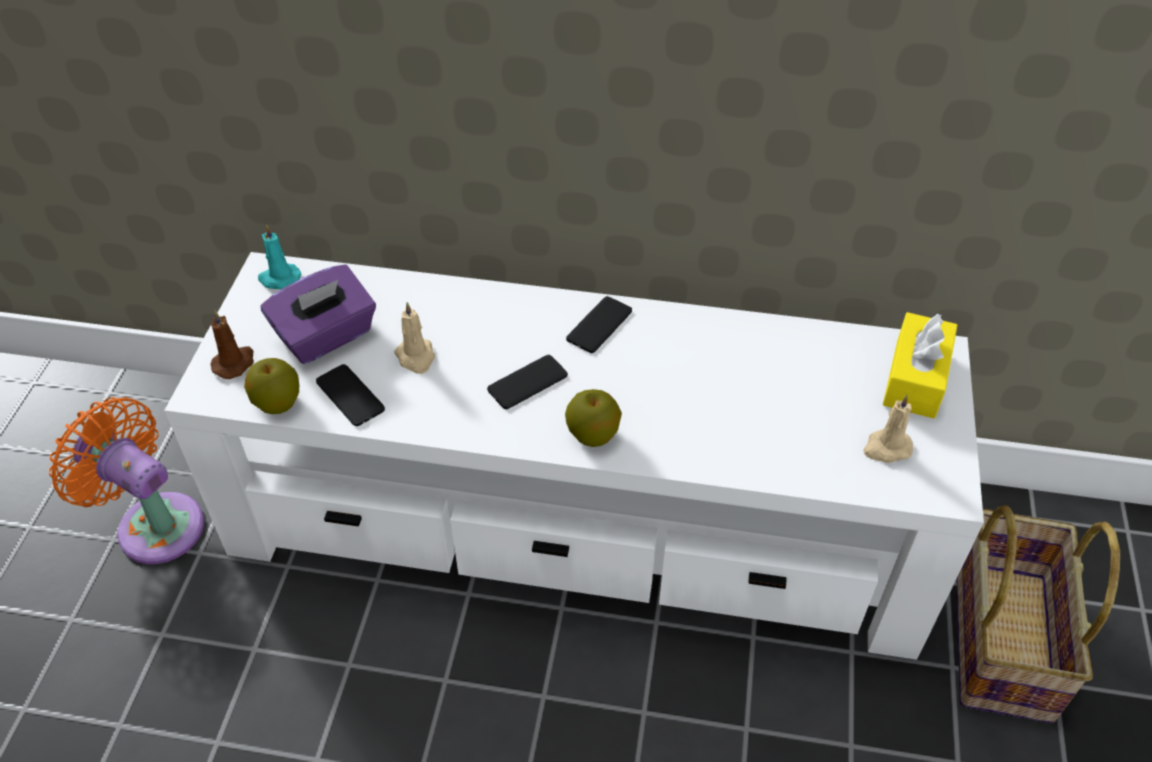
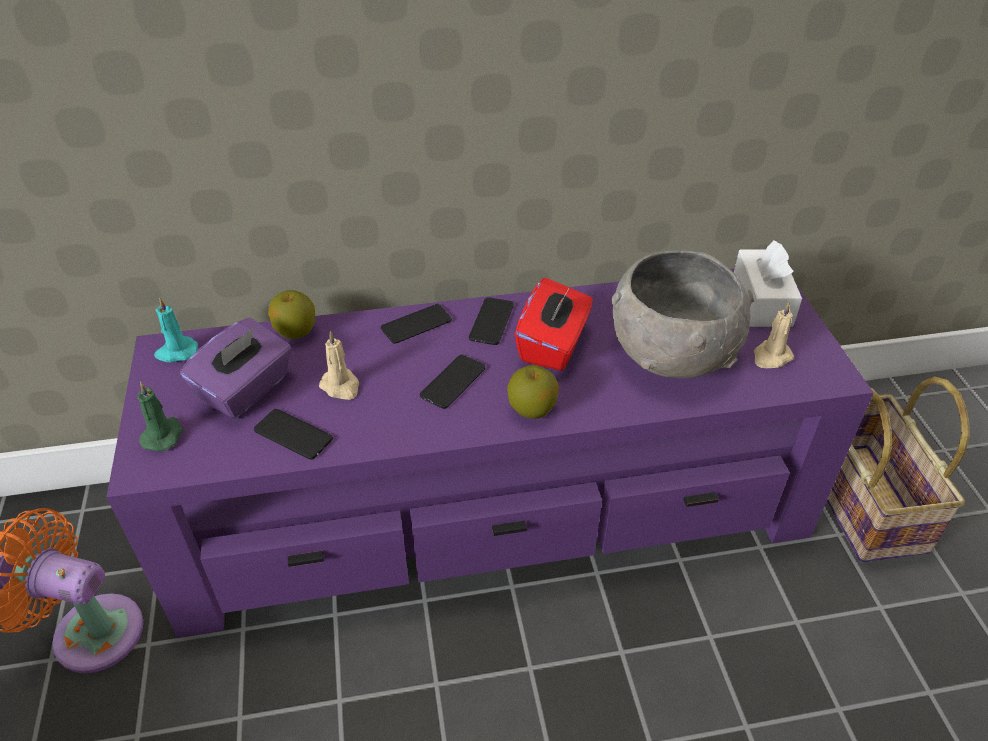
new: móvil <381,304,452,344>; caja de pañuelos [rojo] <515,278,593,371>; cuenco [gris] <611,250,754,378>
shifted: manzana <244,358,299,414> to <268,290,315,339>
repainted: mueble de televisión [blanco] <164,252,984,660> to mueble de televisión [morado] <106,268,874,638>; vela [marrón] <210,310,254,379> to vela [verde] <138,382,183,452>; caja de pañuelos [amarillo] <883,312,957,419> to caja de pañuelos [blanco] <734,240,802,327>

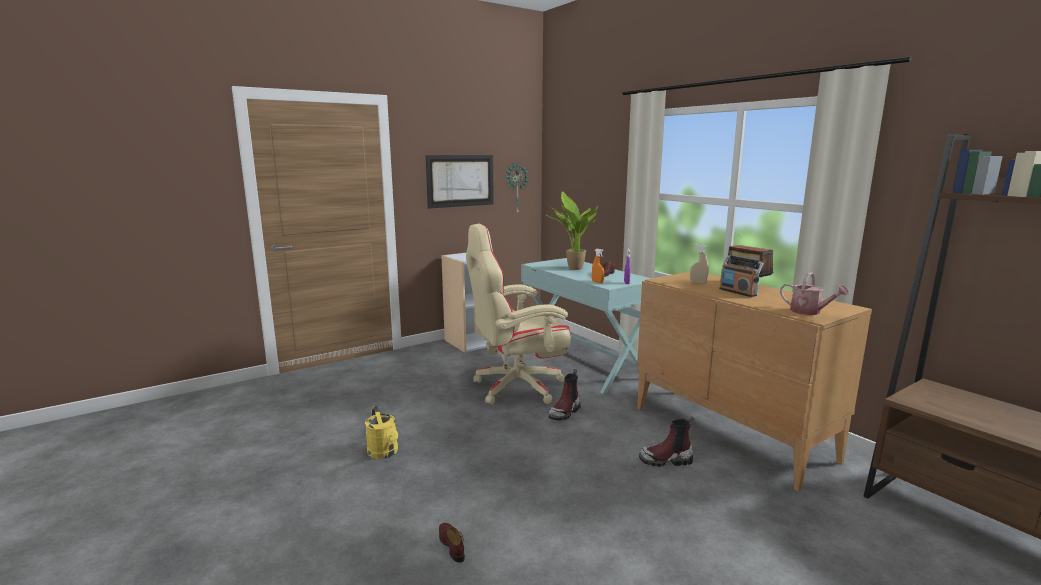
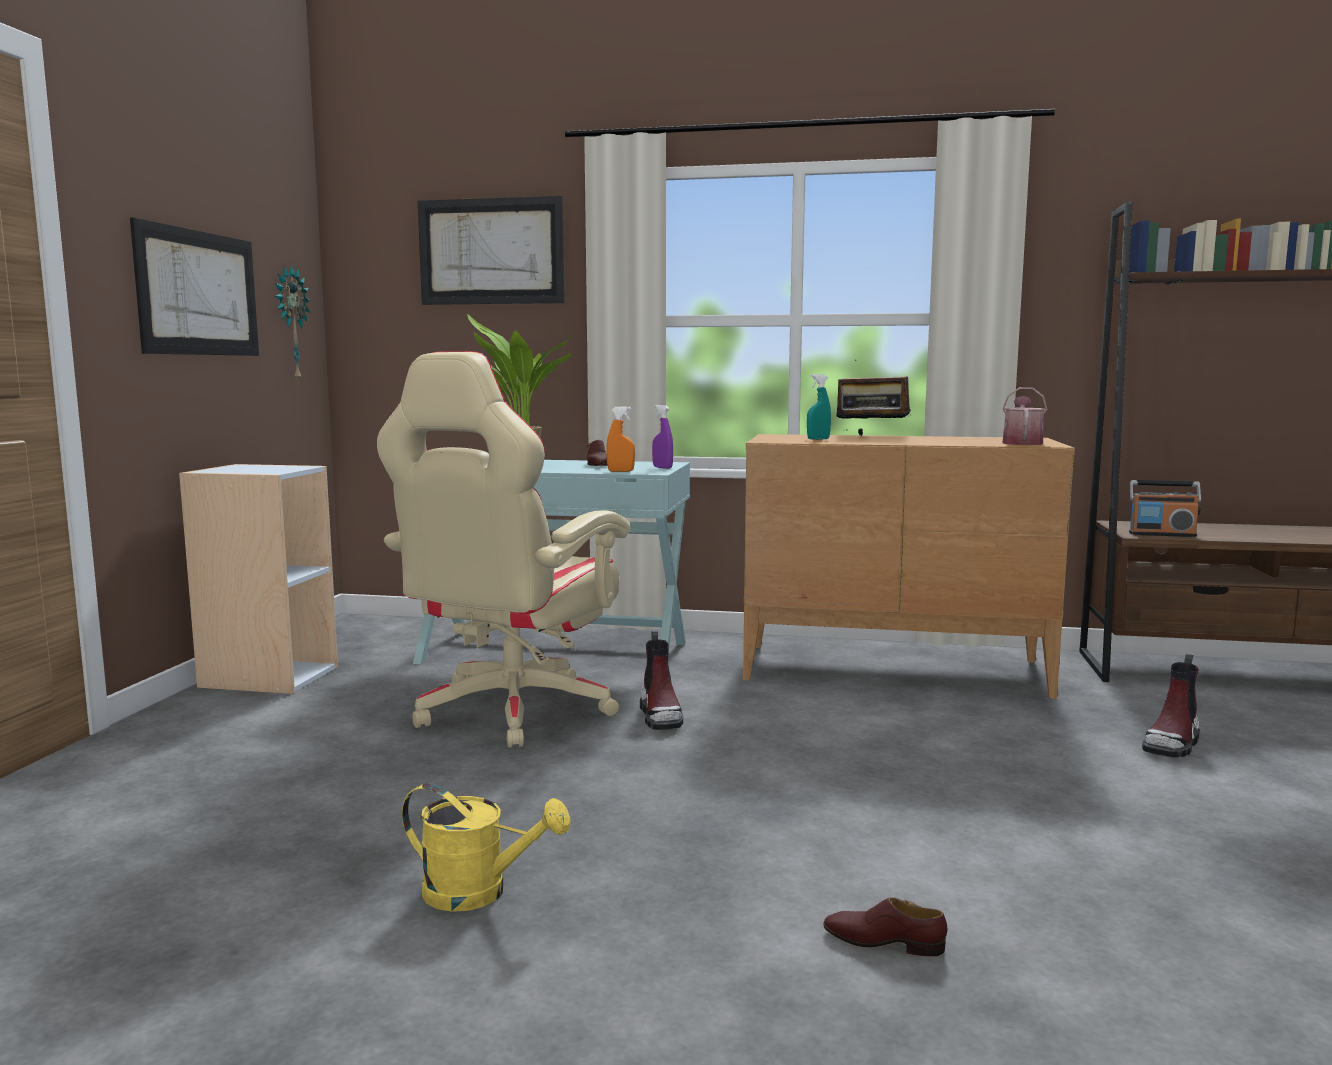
new: cuadro <418,196,565,305>
shifted: radio <719,255,764,297> to <1129,480,1201,537>; bota <639,416,694,467> to <1142,654,1200,757>
repainted: pulverizador [beis] <690,244,709,284> to pulverizador [turquesa] <807,374,831,440>
rotated: regadera <780,273,849,315> = <1002,387,1048,445> 75 degrees counterclockwise

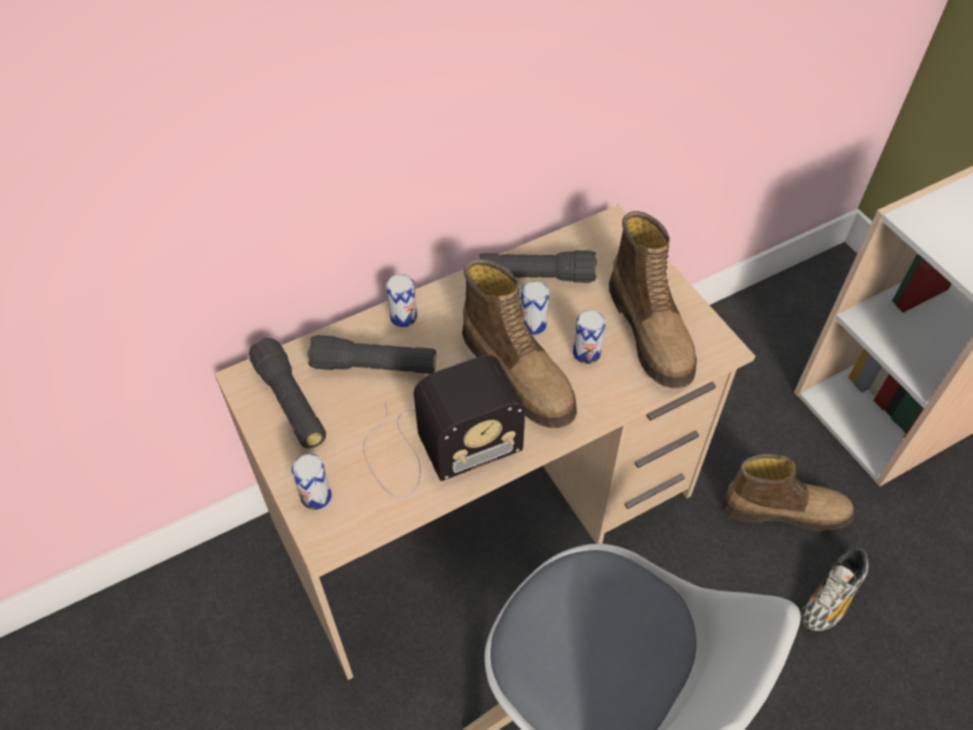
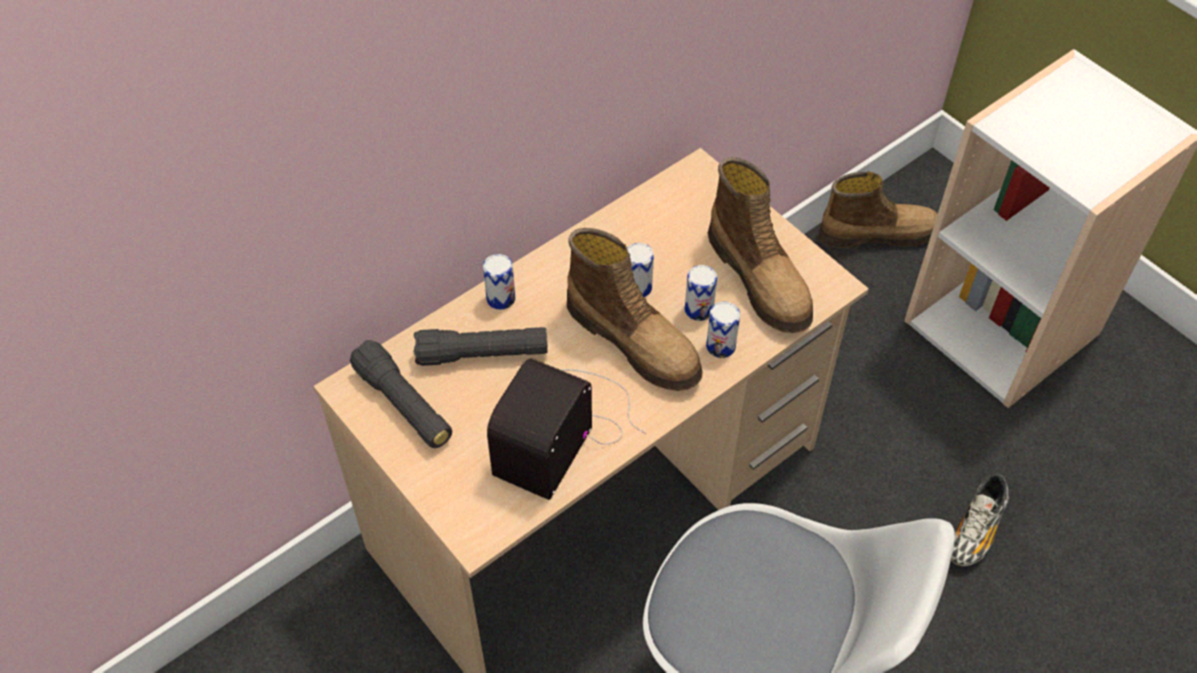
gone: linterna [negro] <479,250,597,283>
shifted: lata <292,454,332,510> to <706,302,740,358>; bota <721,454,854,531> to <818,171,938,248>
rotated: radio <363,355,525,499> = <487,358,646,500> 150 degrees clockwise

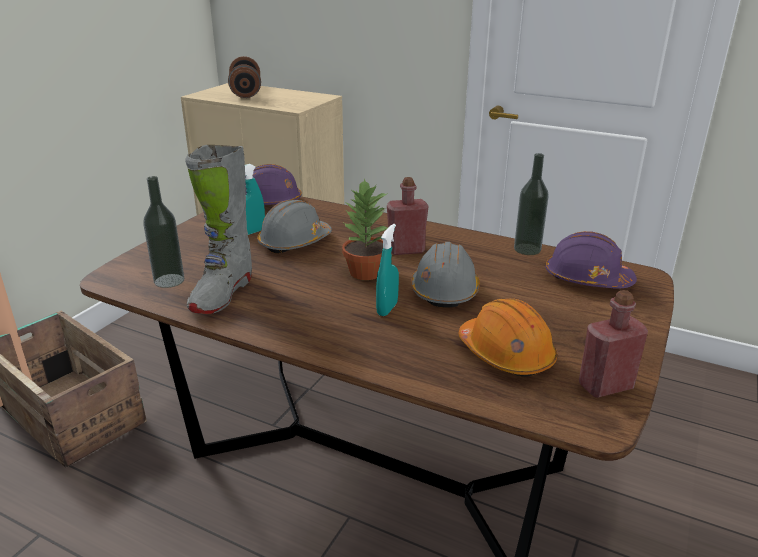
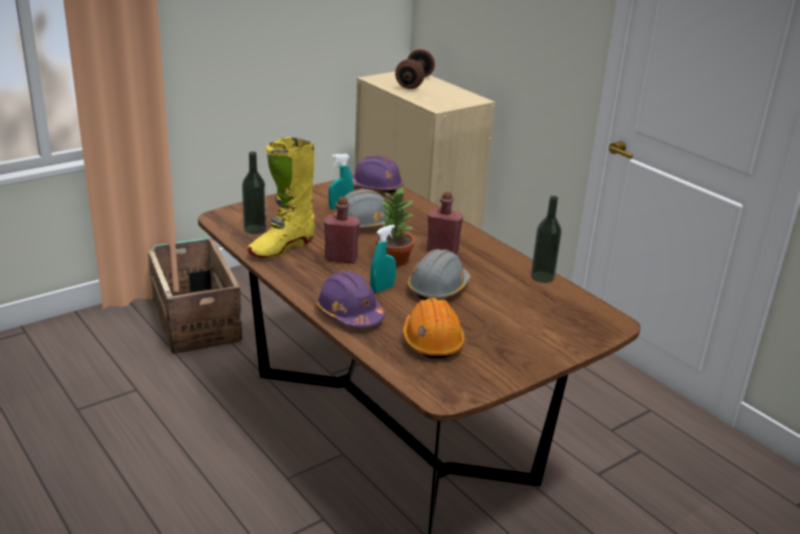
shifted: casco [morado] <546,231,637,289> to <316,270,385,327>; botella [rojo] <579,290,648,398> to <324,197,360,263>
repainted: bota [gris] <185,145,252,314> to bota [amarillo] <247,137,315,259>

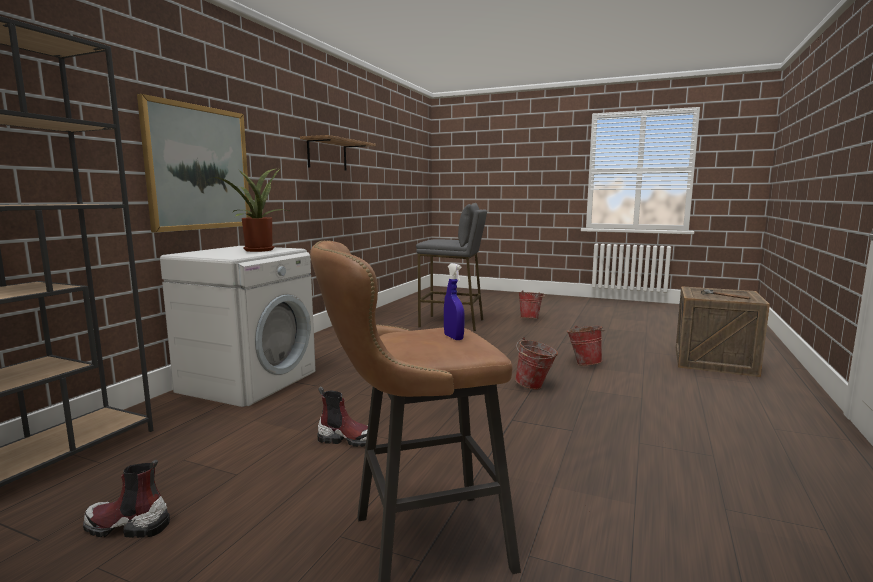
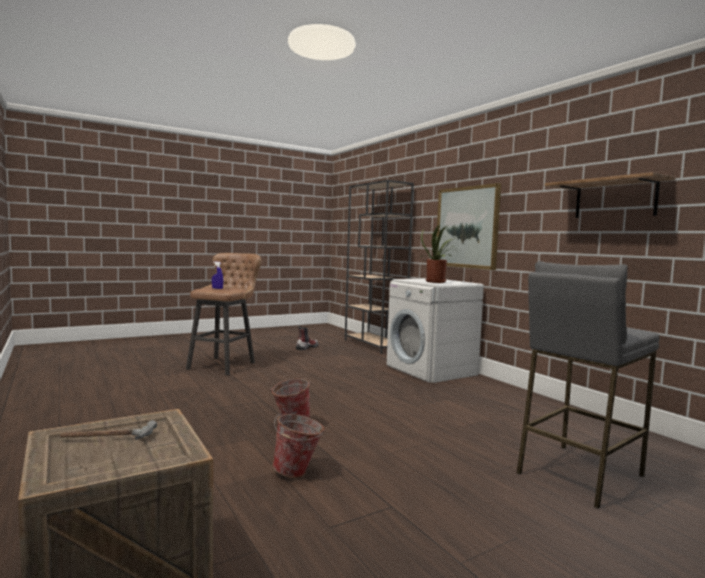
gone: bota <317,387,368,447>; cubo <518,290,544,319>

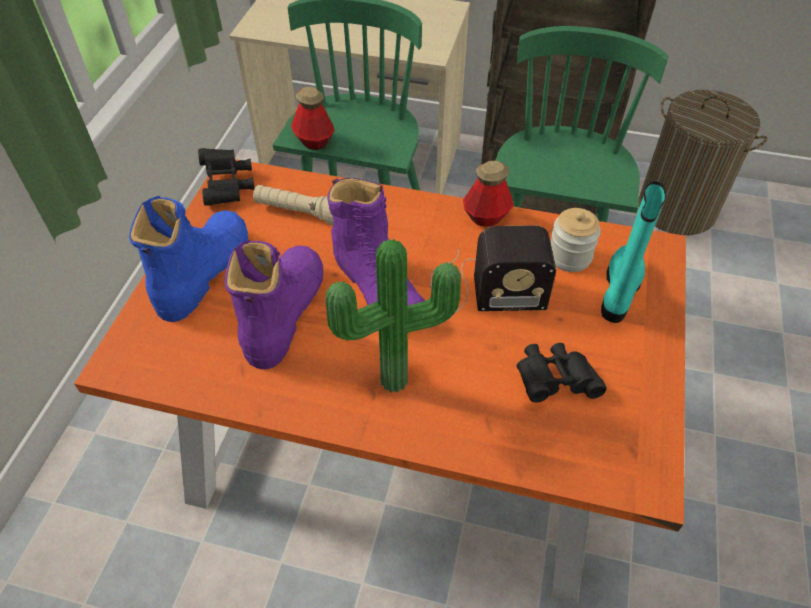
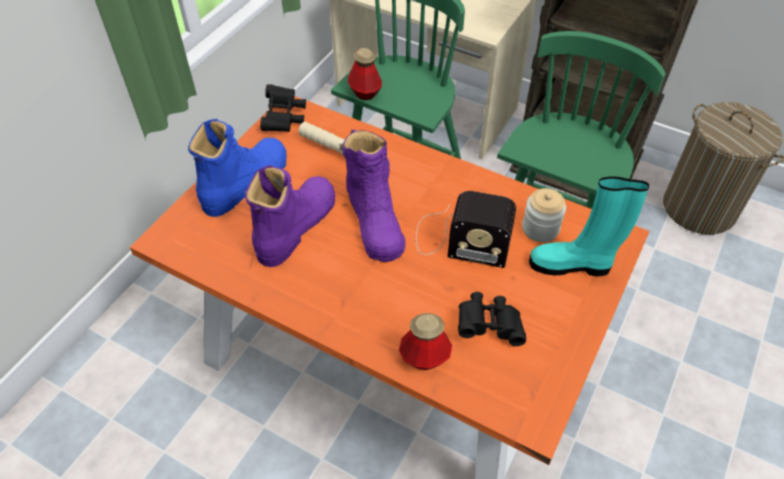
gone: planta en maceta <326,239,461,393>
shifted: botella <463,161,514,226> to <399,313,452,370>
rotated: bota [turquesa] <601,181,666,323> = <529,176,649,276> 120 degrees counterclockwise

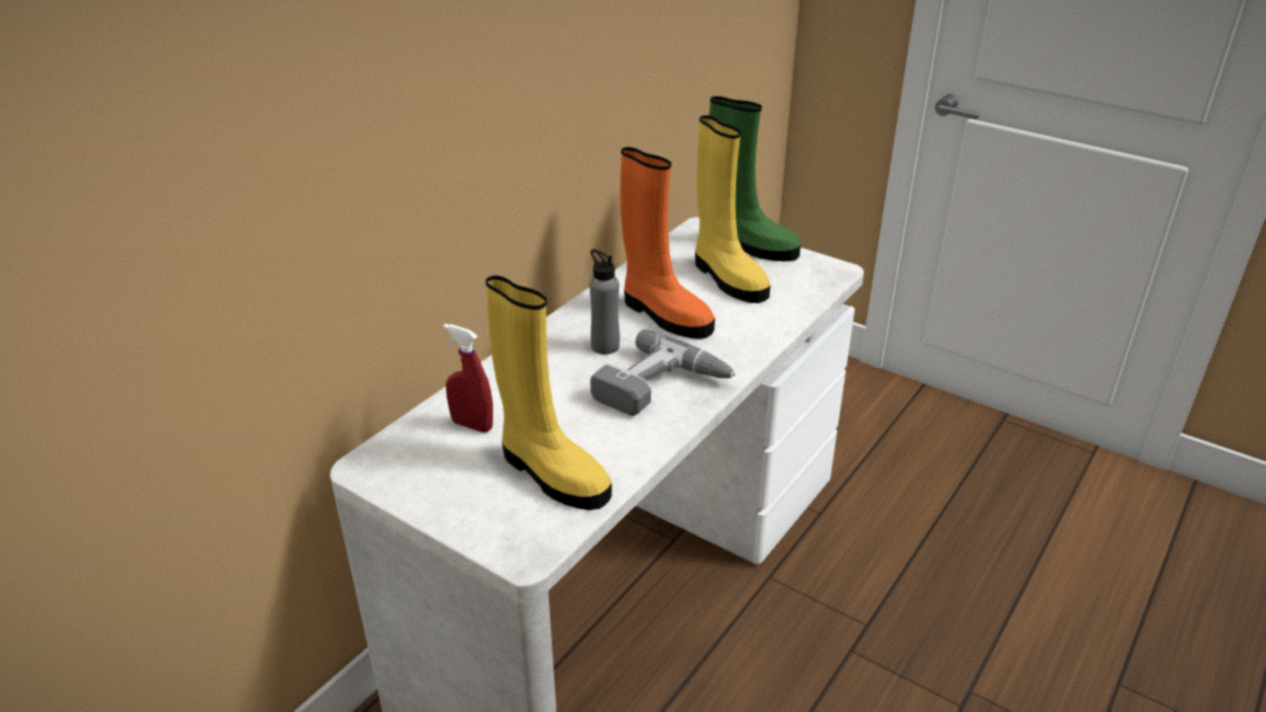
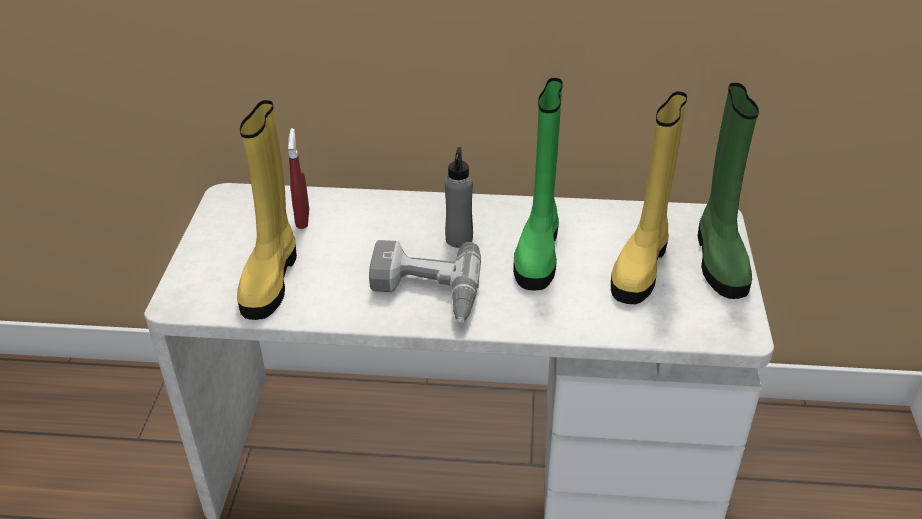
repainted: bota [naranja] <620,147,715,339> to bota [verde] <513,78,563,291>

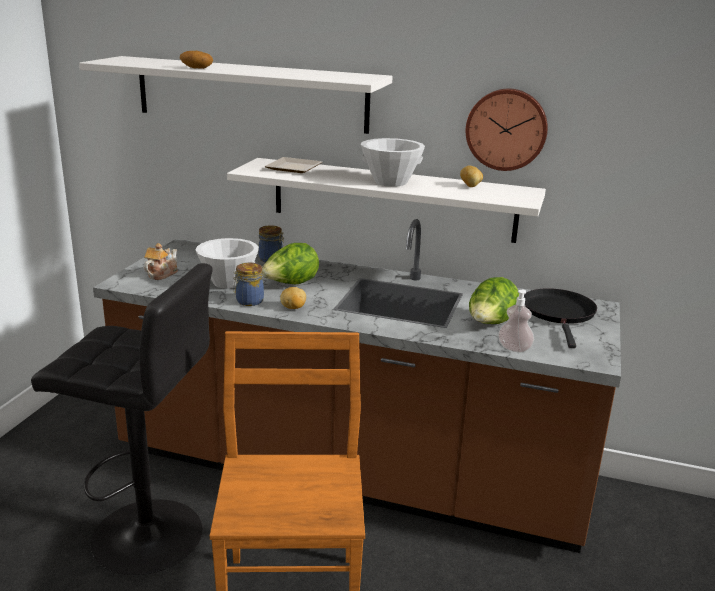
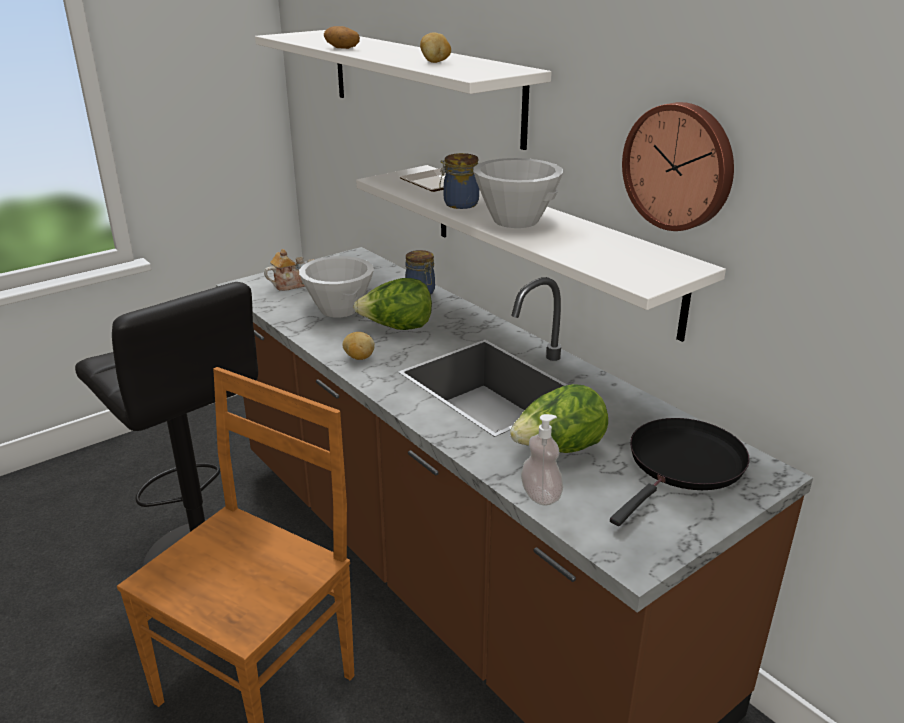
shifted: patata <460,166,483,187> to <420,32,451,63>; tarro <233,263,264,306> to <439,153,479,209>

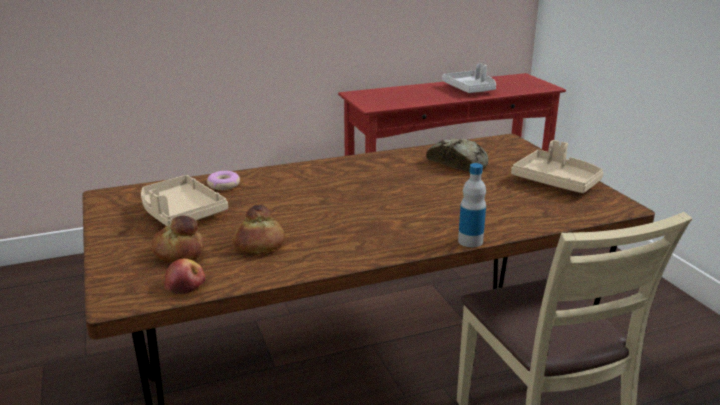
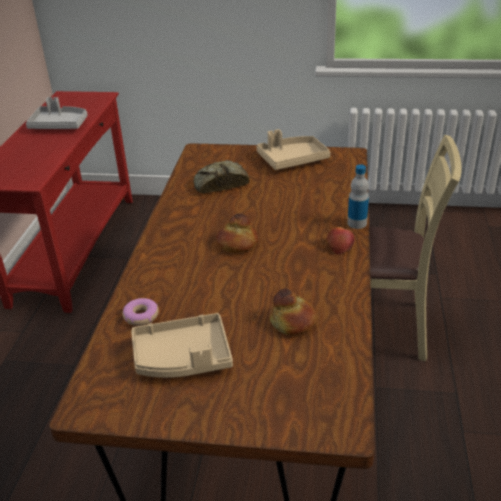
shifted: pan <151,216,204,263> to <216,213,258,252>; manzana <164,258,205,294> to <326,227,355,255>

